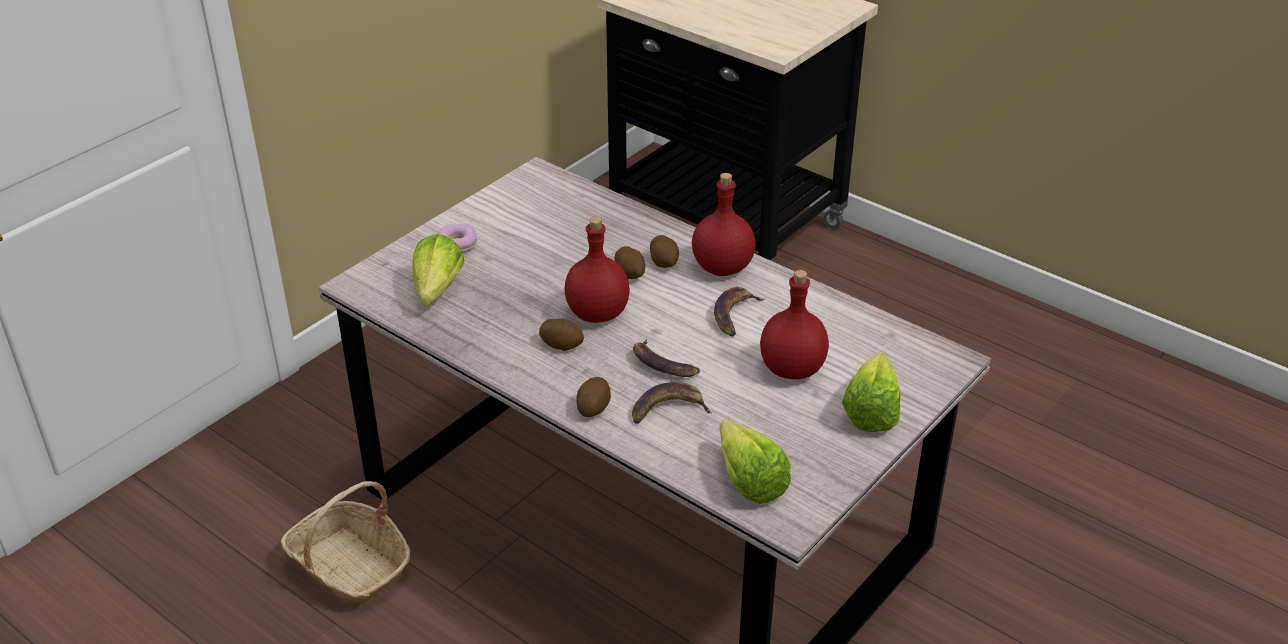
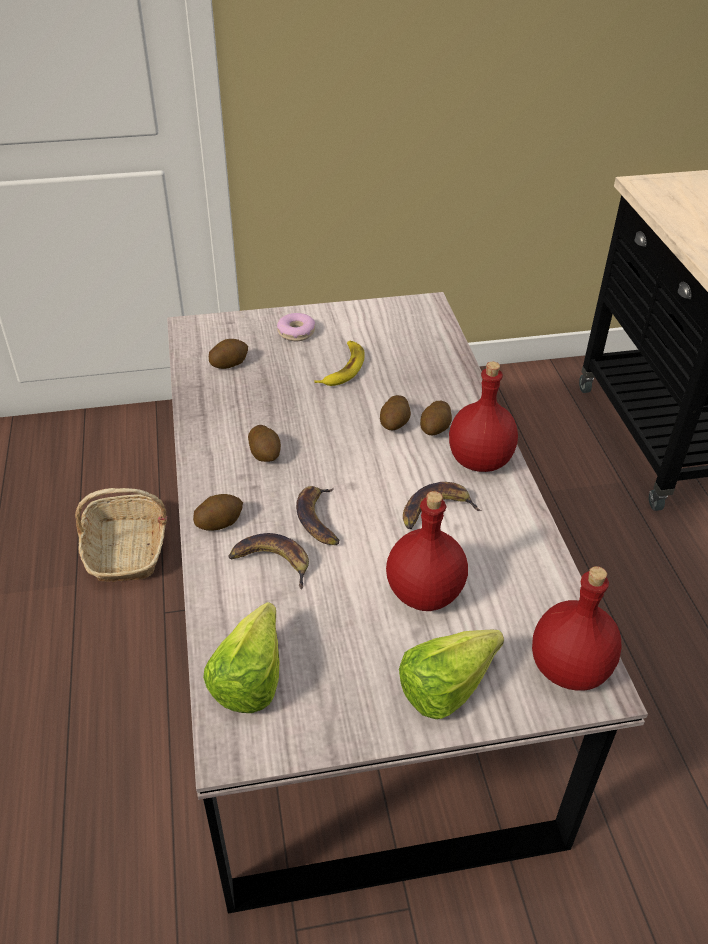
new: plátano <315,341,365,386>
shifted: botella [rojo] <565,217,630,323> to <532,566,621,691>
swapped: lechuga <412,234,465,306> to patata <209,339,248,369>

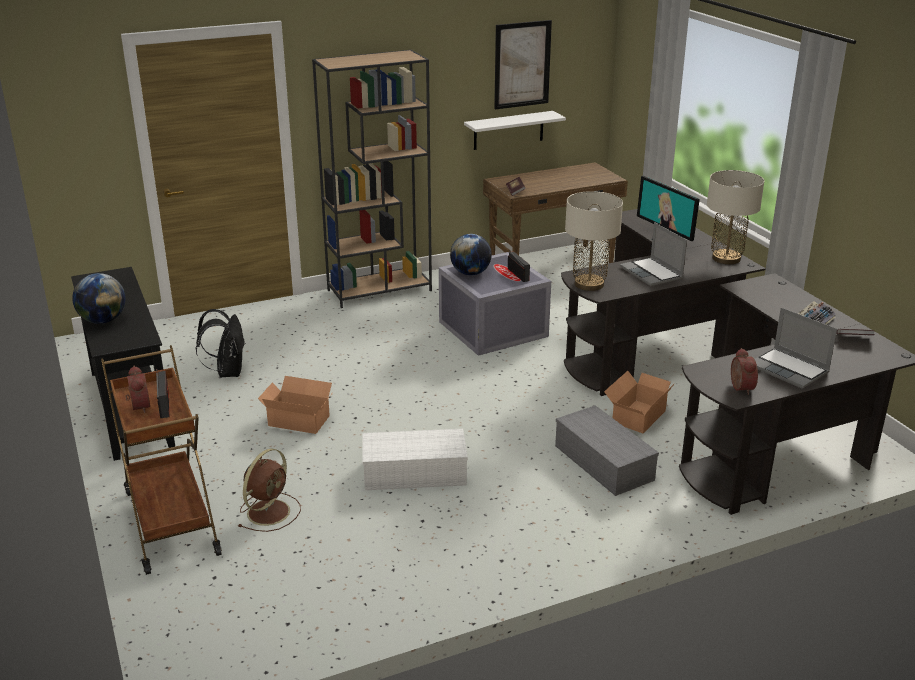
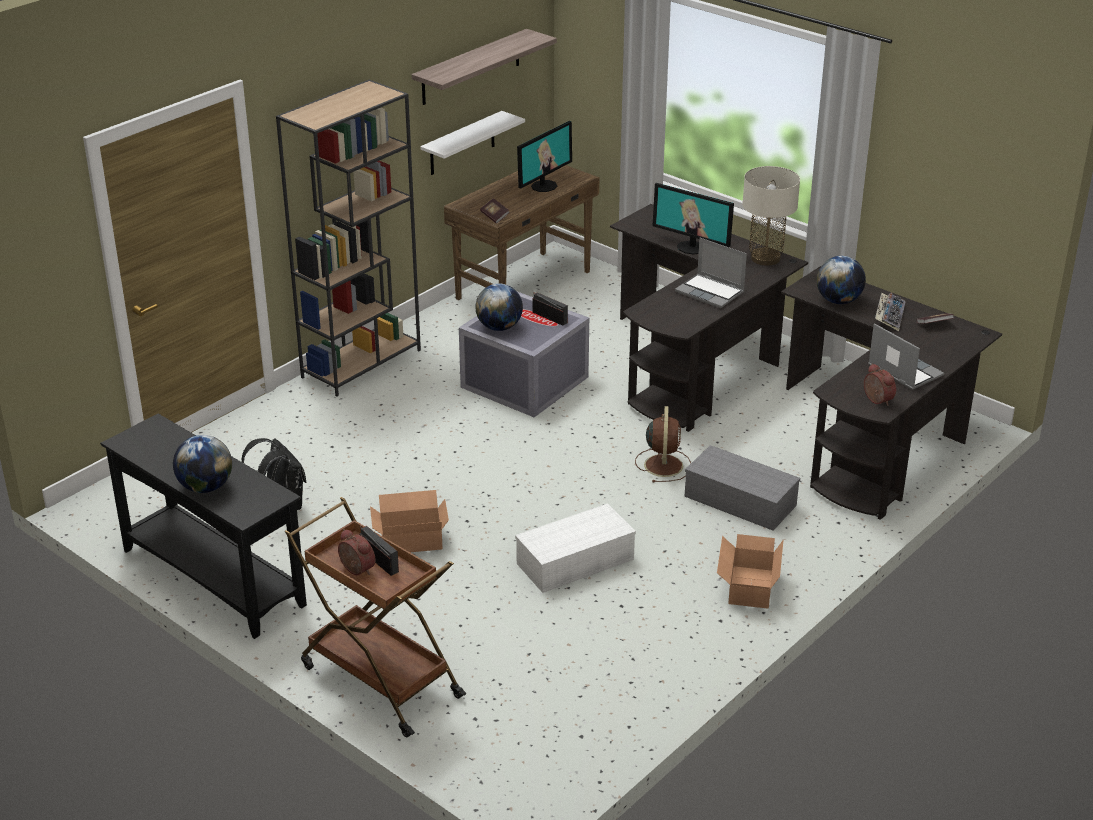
gone: lámpara de mesa <565,191,623,291>
new: monitor <517,121,572,192>; globo terráqueo <817,256,866,304>
shifted: ventilador [marrón] <237,448,301,532> to <635,406,691,483>; caja de cartón <604,371,675,433> to <717,534,784,609>
swapped: cuadro <494,20,552,110> to estante <412,29,557,105>
rotated: portátil <755,307,837,389> = <868,323,944,390> 150 degrees counterclockwise

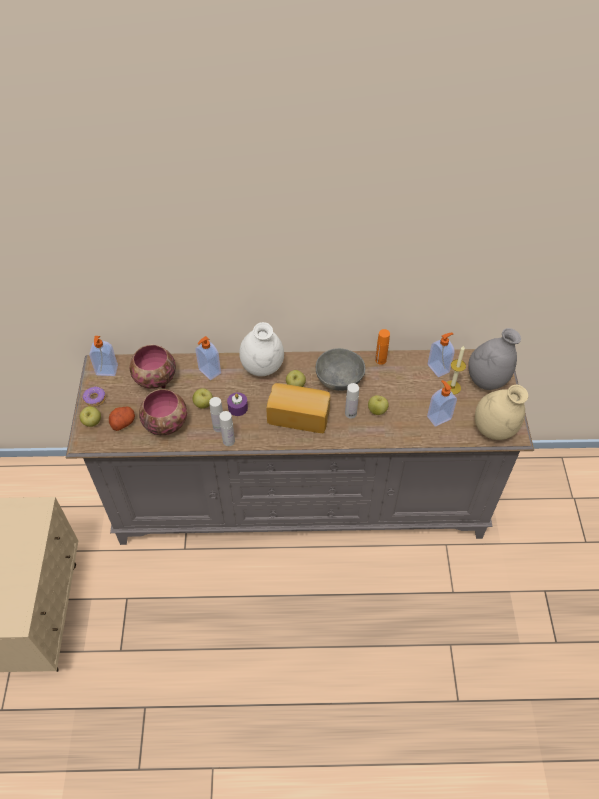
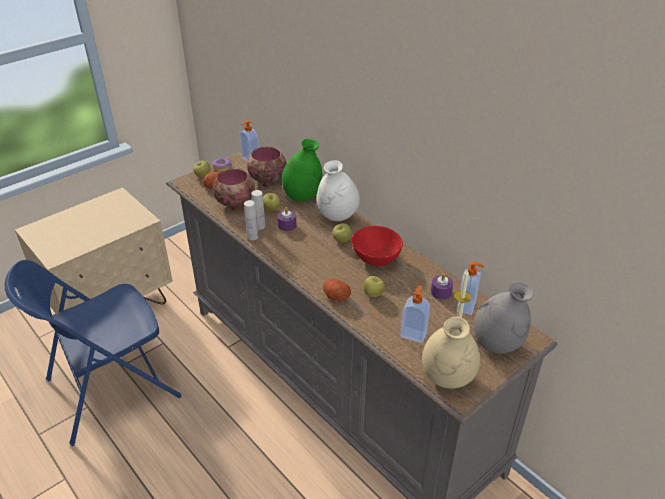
gone: pan <266,383,330,433>; botella [blanco] <345,383,359,419>; botella [naranja] <375,329,390,365>
new: silla [azul] <4,260,181,446>; patata <323,278,351,301>; vela [morado] <431,273,453,300>
swapped: dispensador de jabón <195,336,221,380> to florero [verde] <282,139,323,202>
repainted: cuenco [gris] <316,348,365,391> to cuenco [rojo] <351,226,403,266>

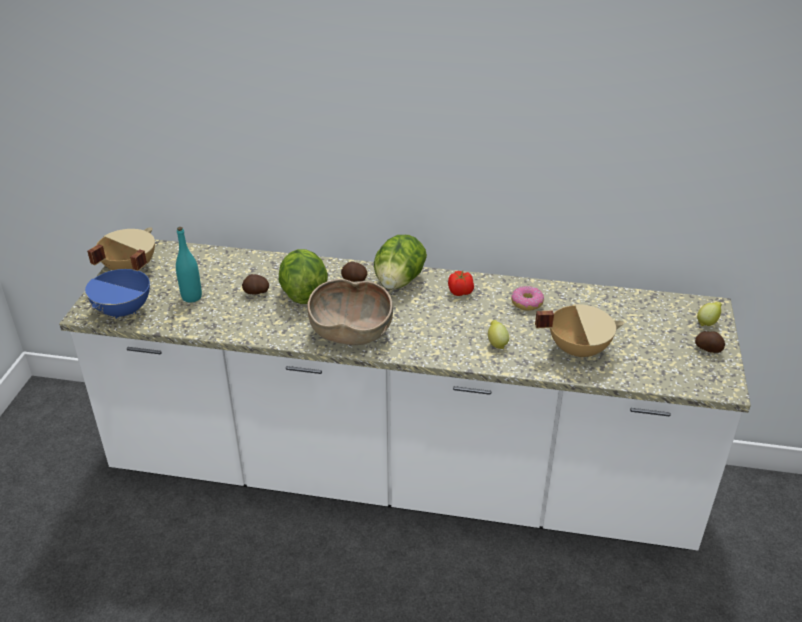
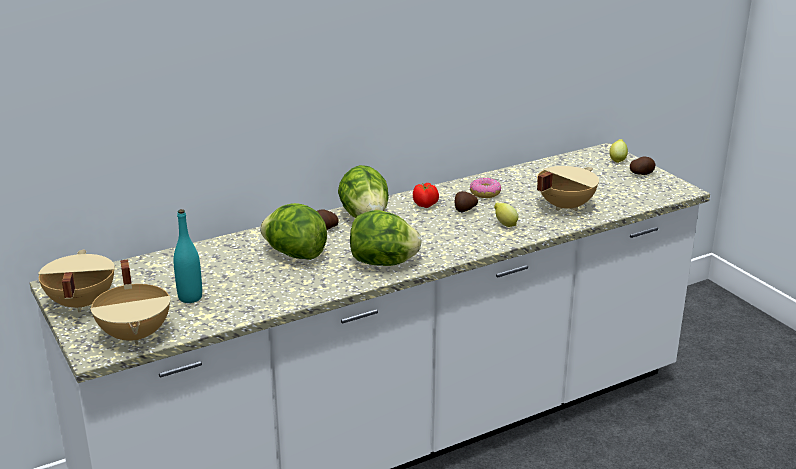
shifted: patata <242,274,269,294> to <455,191,478,212>
swapped: cuenco [marrón] <307,279,393,345> to lechuga <350,210,422,266>
repainted: olla [azul] <85,249,150,319> to olla [beis] <90,259,171,345>

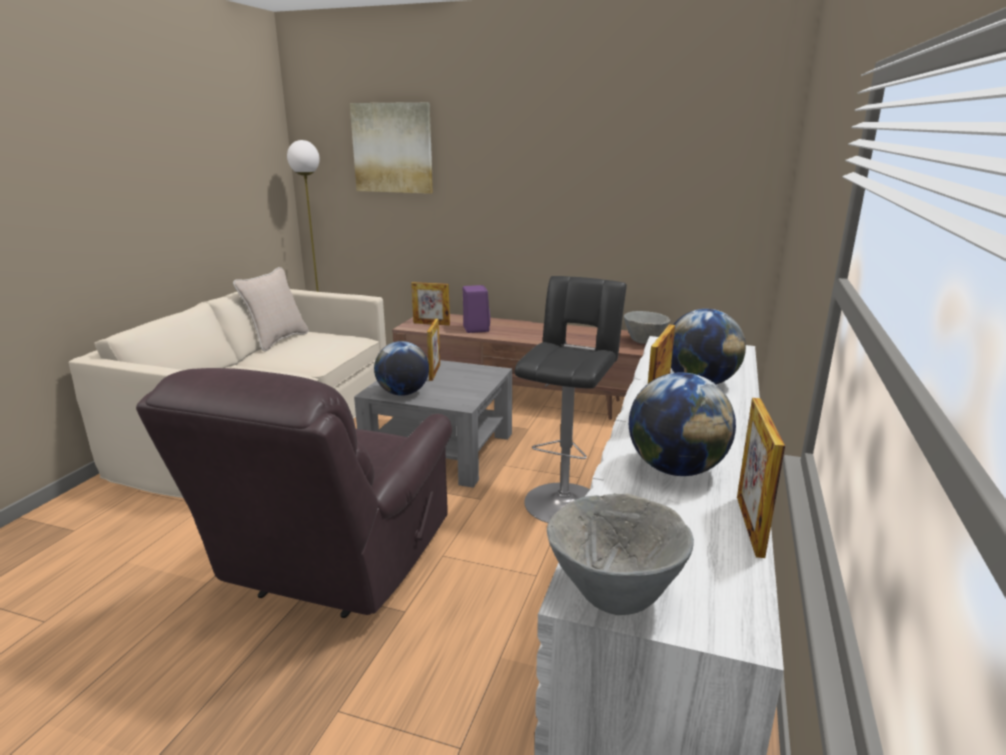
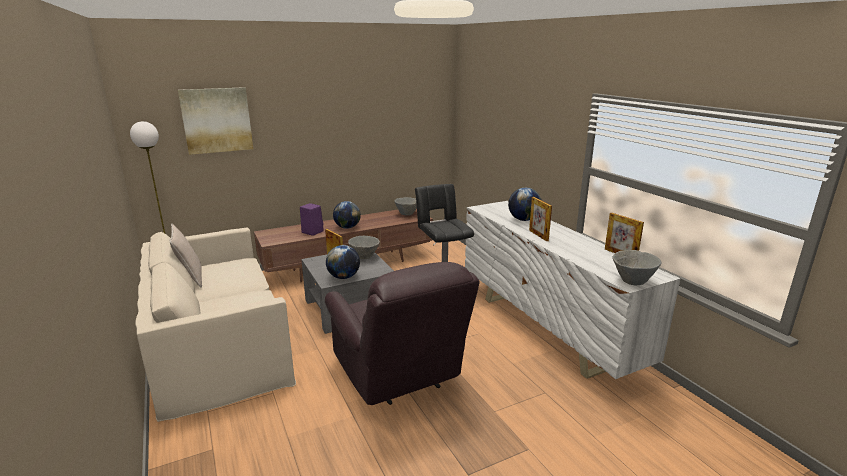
gone: portarretratos <411,282,450,325>
new: cuenco [gris] <348,236,380,259>
shifted: globo terráqueo <629,372,736,476> to <333,201,361,229>

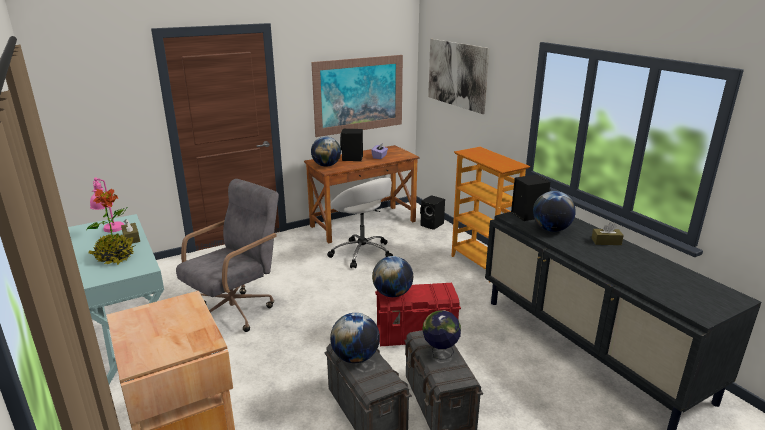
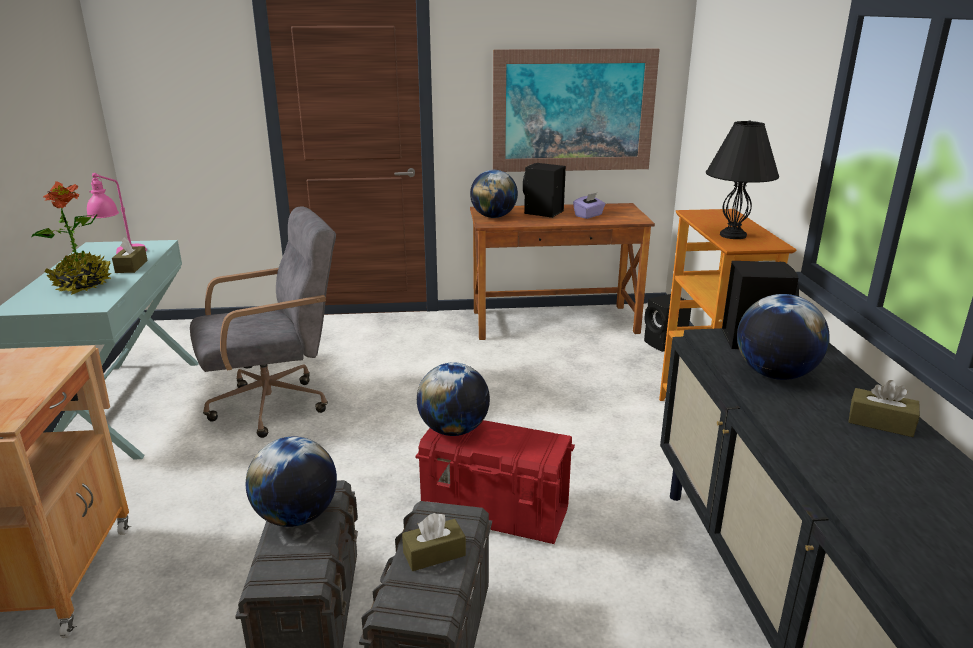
gone: silla de oficina [blanco] <327,178,393,268>; cuadro <428,39,490,114>
new: lámpara de mesa [negro] <706,120,779,239>
swapped: globo terráqueo <422,310,461,360> to caja de pañuelos [marrón] <402,513,466,571>

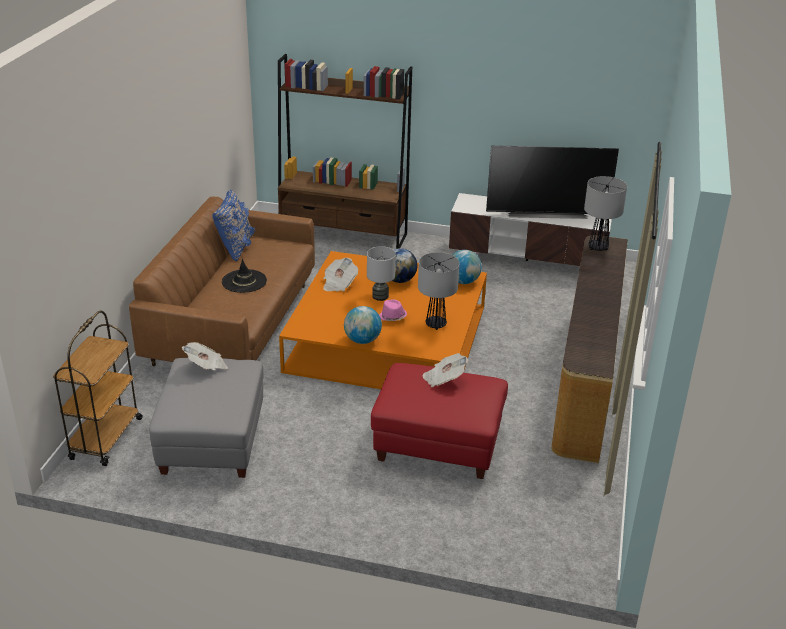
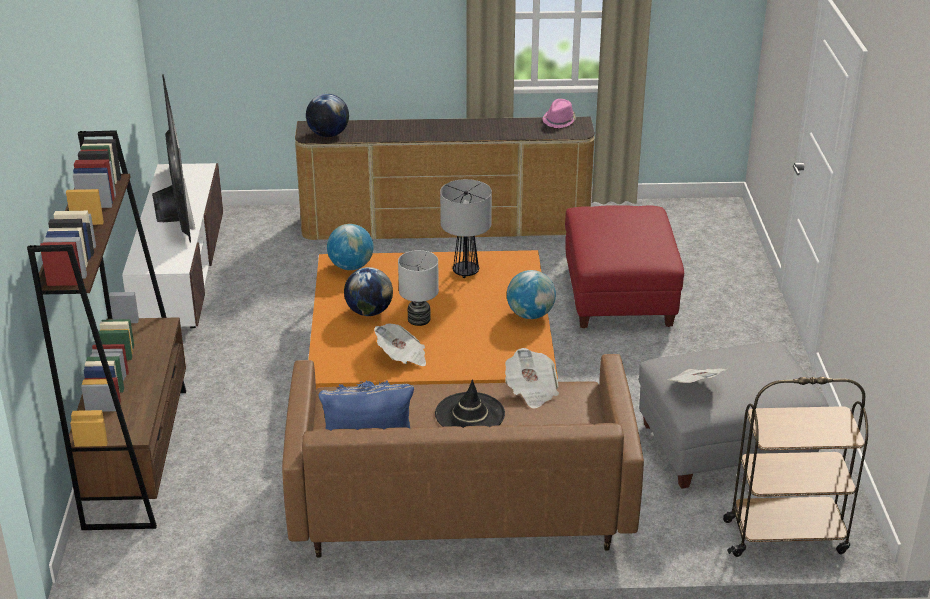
shifted: periódico <422,353,468,387> to <505,348,559,409>; sombrero [rosa] <379,299,407,321> to <543,99,576,128>
swapped: lámpara de mesa <584,176,627,251> to globo terráqueo <306,94,349,137>

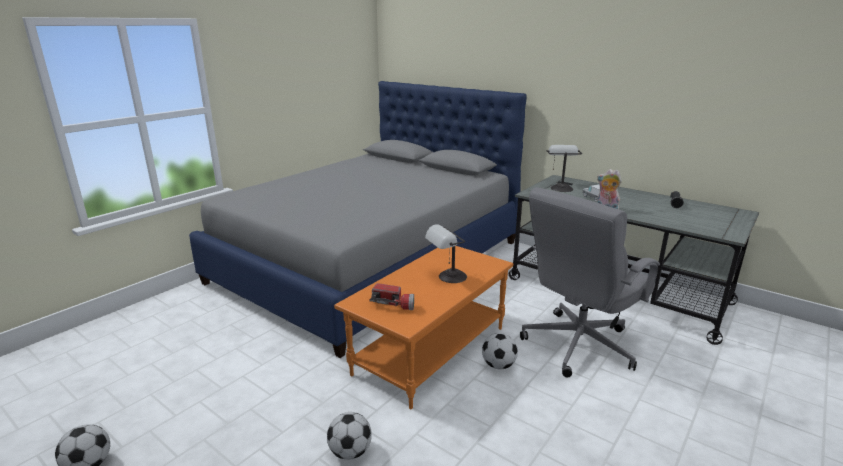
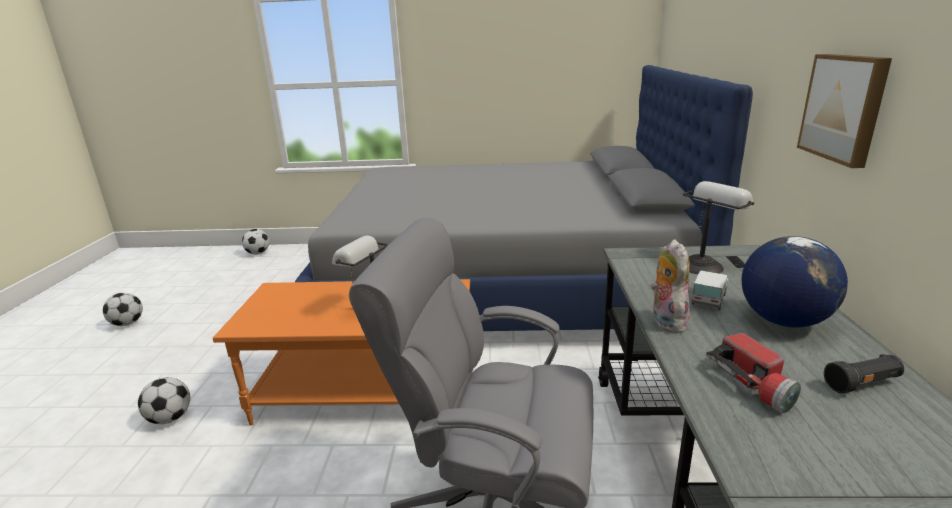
new: globo terráqueo <742,236,848,327>; cuadro <797,54,892,168>
shifted: balón de fútbol <482,333,518,370> to <242,229,270,255>; linterna <369,283,414,310> to <706,333,801,414>

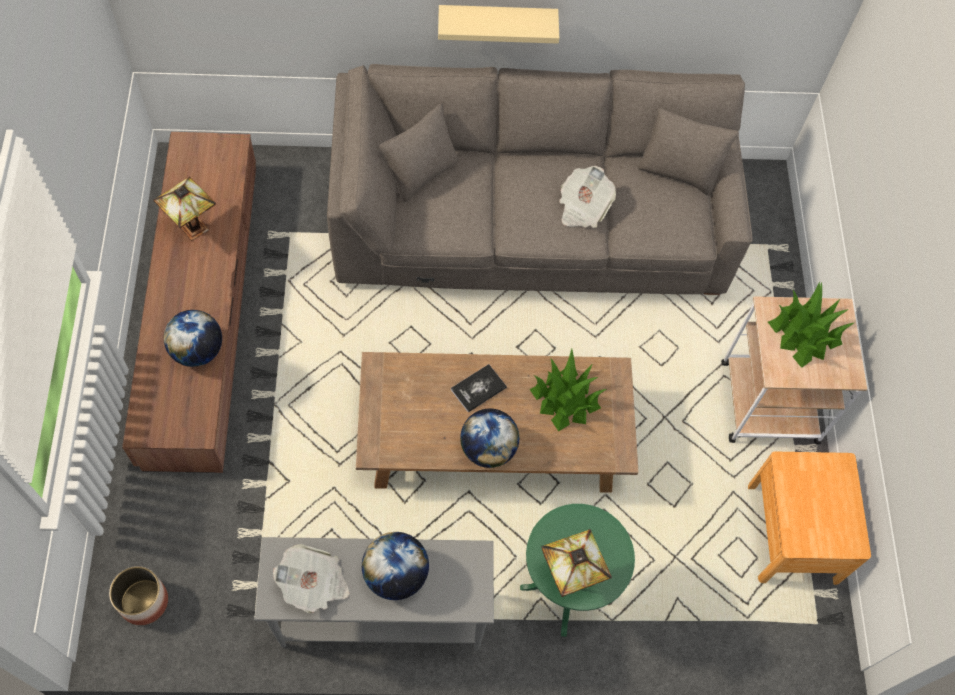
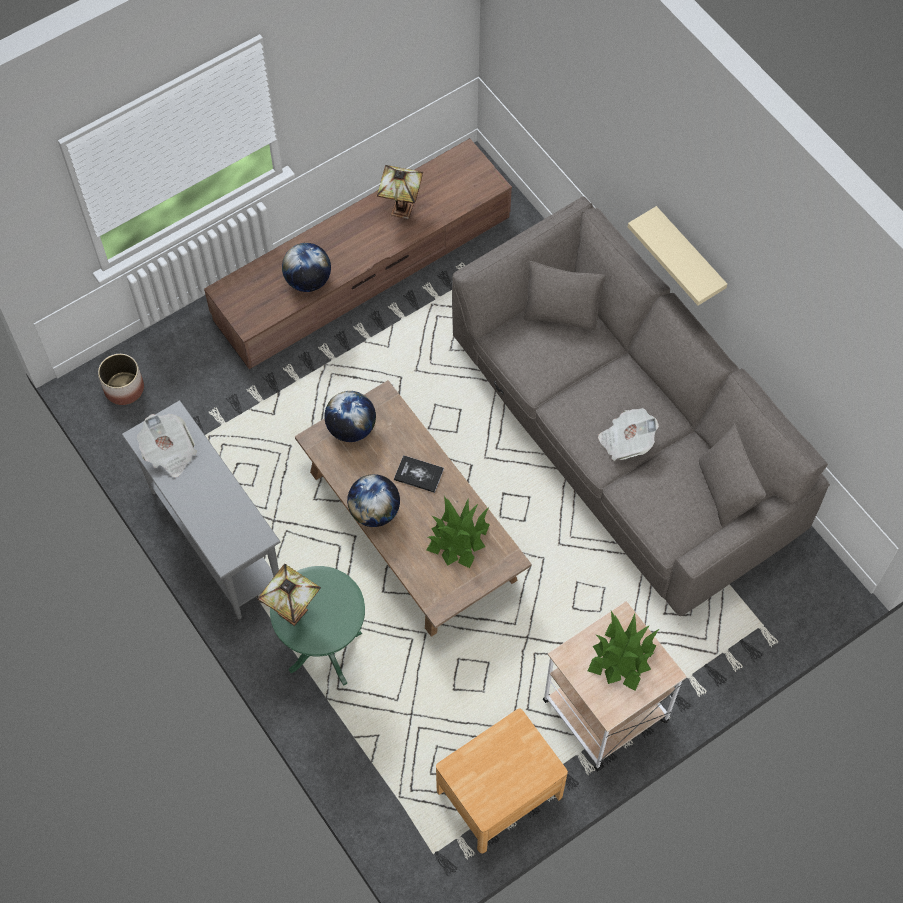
shifted: globo terráqueo <362,532,429,600> to <324,391,376,442>

